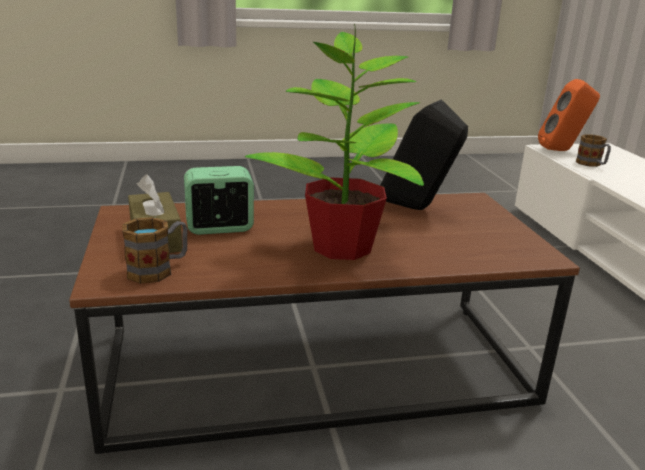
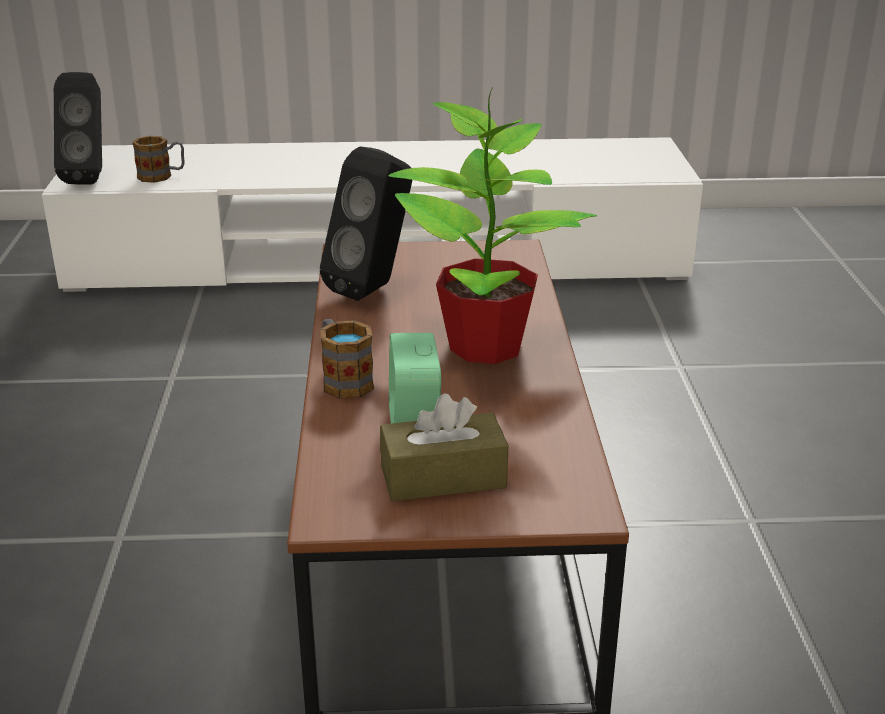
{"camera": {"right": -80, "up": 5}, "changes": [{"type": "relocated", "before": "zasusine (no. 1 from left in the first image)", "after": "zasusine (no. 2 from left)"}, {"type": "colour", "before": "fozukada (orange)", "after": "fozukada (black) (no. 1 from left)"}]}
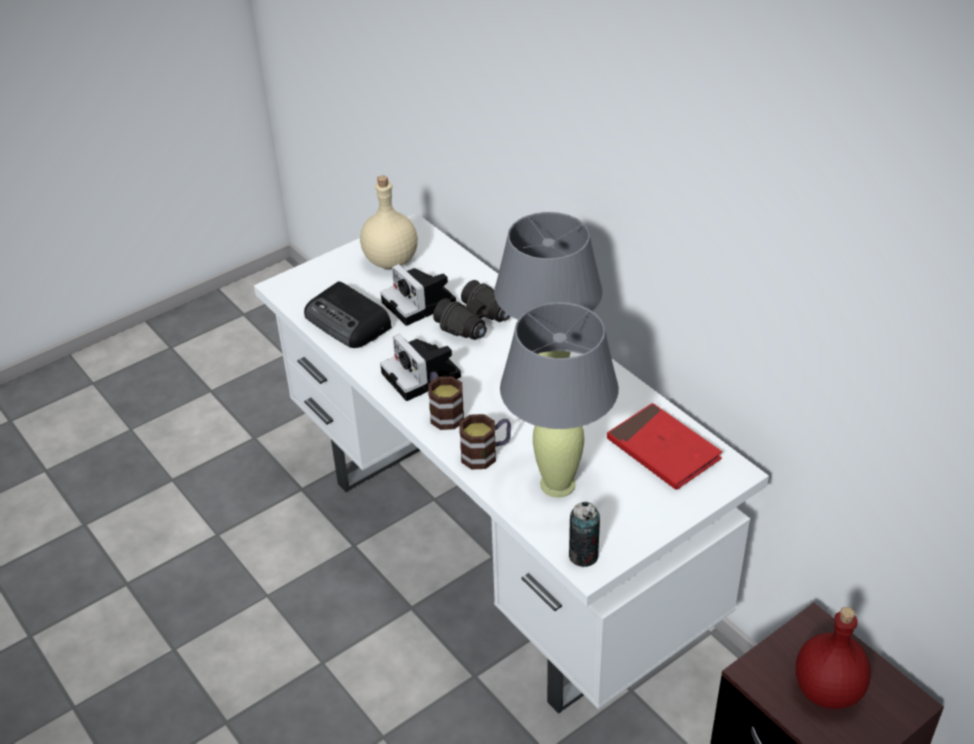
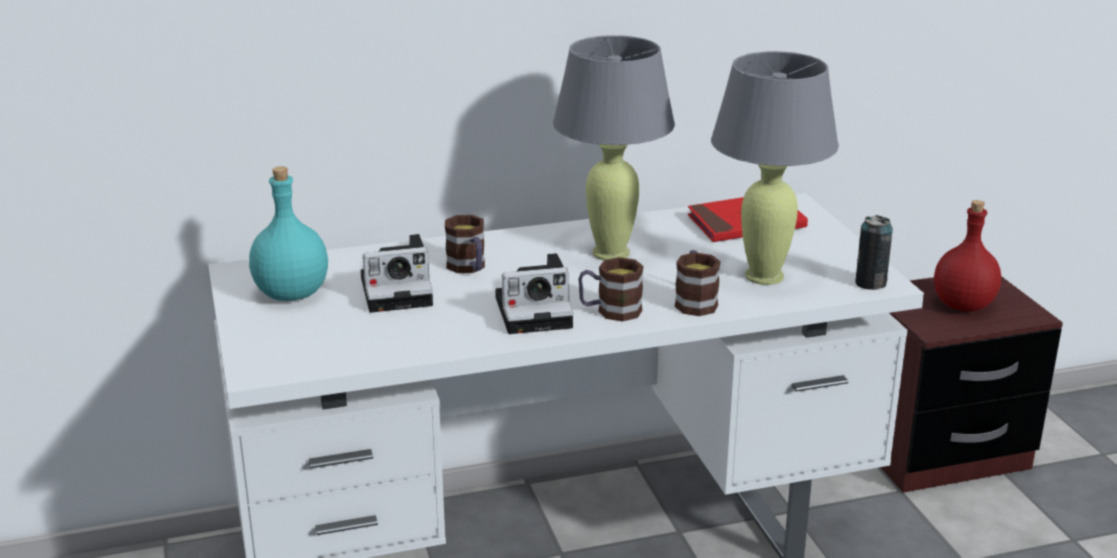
{"camera": {"right": -70, "up": -15}, "changes": [{"type": "missing", "before": "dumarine"}, {"type": "exchanged", "before": "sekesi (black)", "after": "zasusine (no. 1 from left)"}, {"type": "colour", "before": "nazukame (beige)", "after": "nazukame (turquoise)"}]}
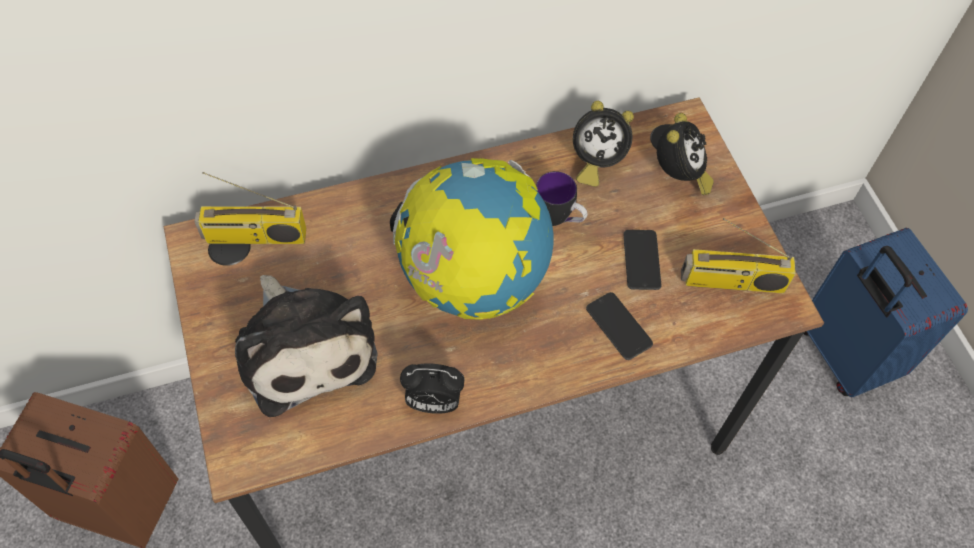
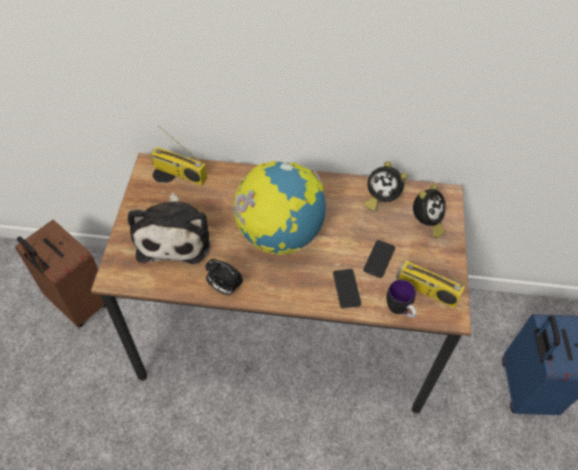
{"camera": {"right": 25, "up": -5}, "changes": [{"type": "relocated", "before": "zasusine"}]}
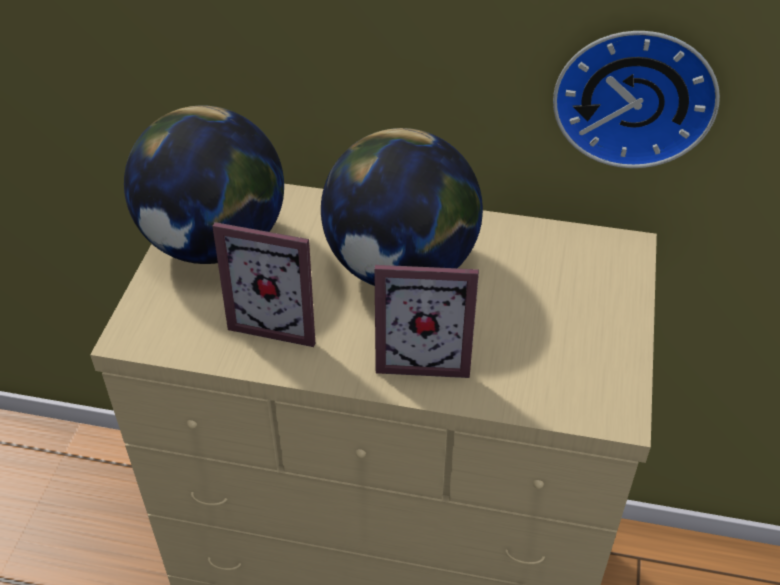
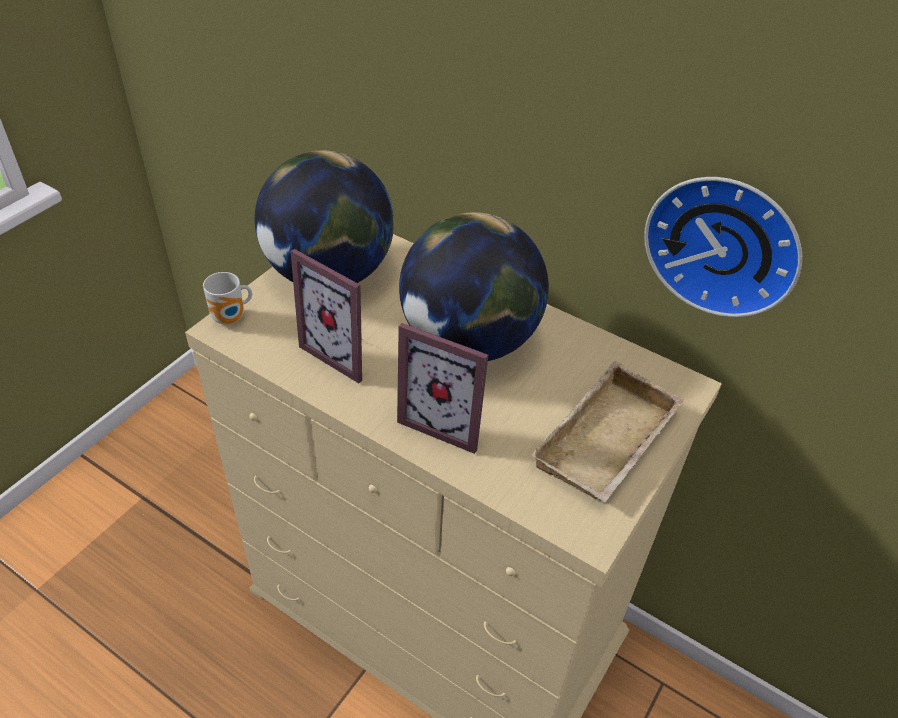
{"camera": {"right": 20, "up": 0}, "changes": [{"type": "appeared", "after": "zasusine"}, {"type": "appeared", "after": "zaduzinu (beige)"}]}
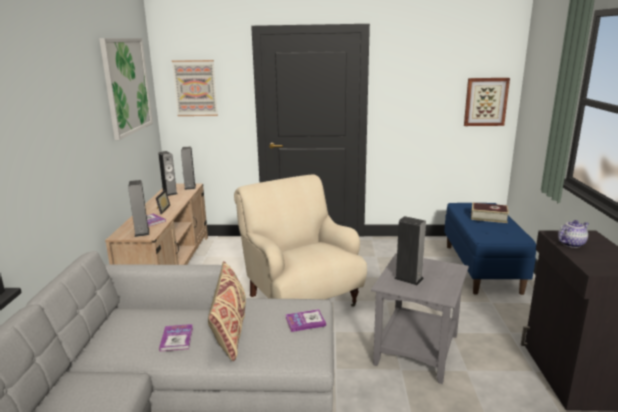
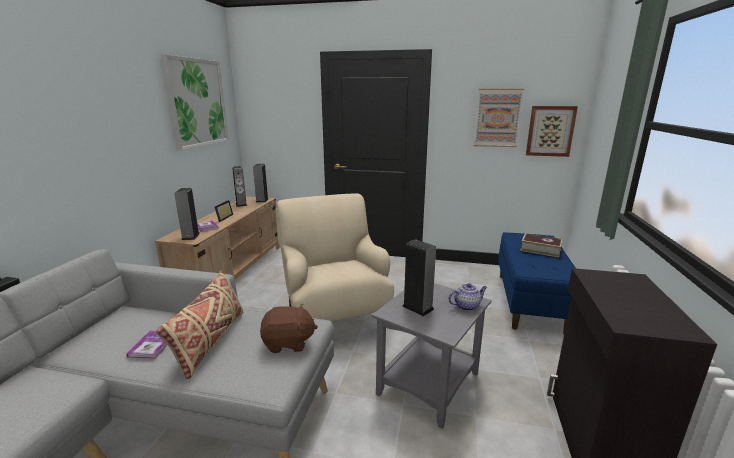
{"camera": {"right": 10, "up": 0}, "changes": [{"type": "relocated", "before": "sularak (no. 2 from left)"}, {"type": "relocated", "before": "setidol"}, {"type": "exchanged", "before": "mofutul (no. 3 from left)", "after": "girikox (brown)"}]}
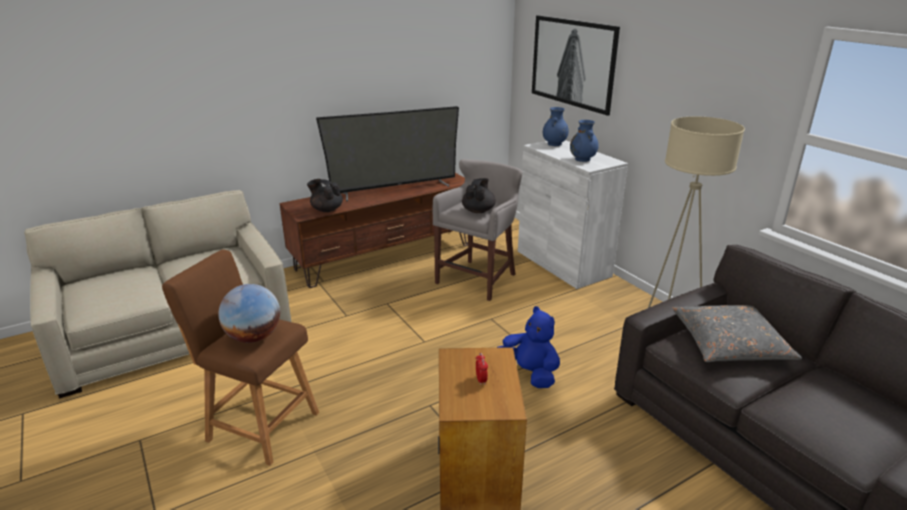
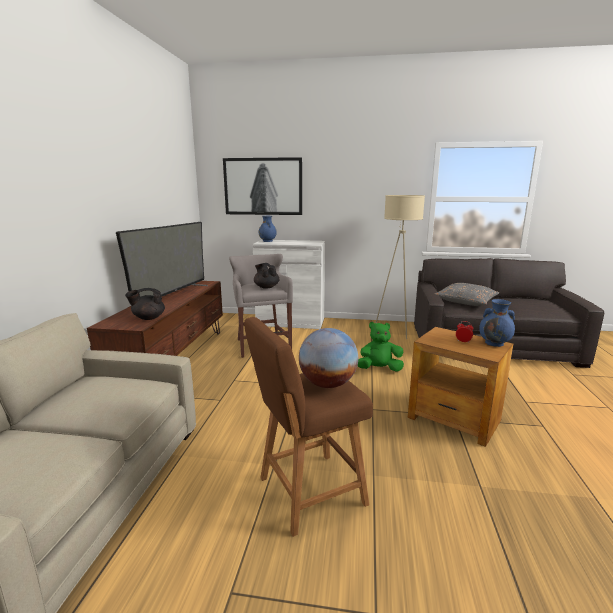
{"camera": {"right": -50, "up": -10}, "changes": [{"type": "relocated", "before": "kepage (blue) (no. 2 from left)"}, {"type": "colour", "before": "girikox (blue)", "after": "girikox (green)"}]}
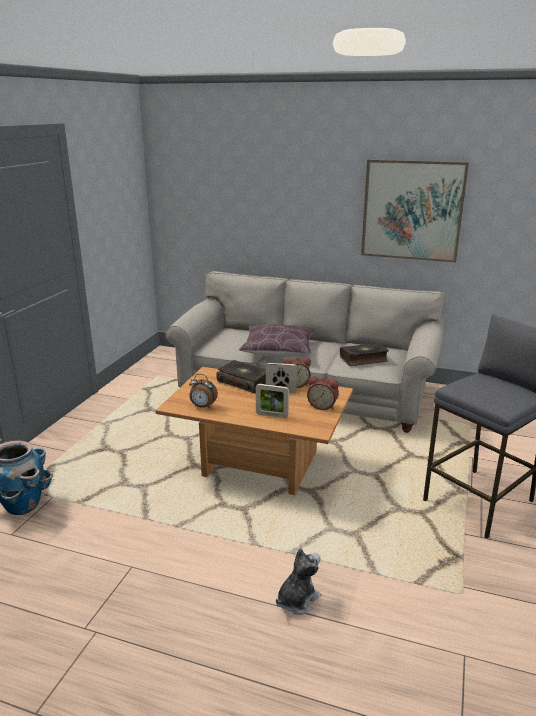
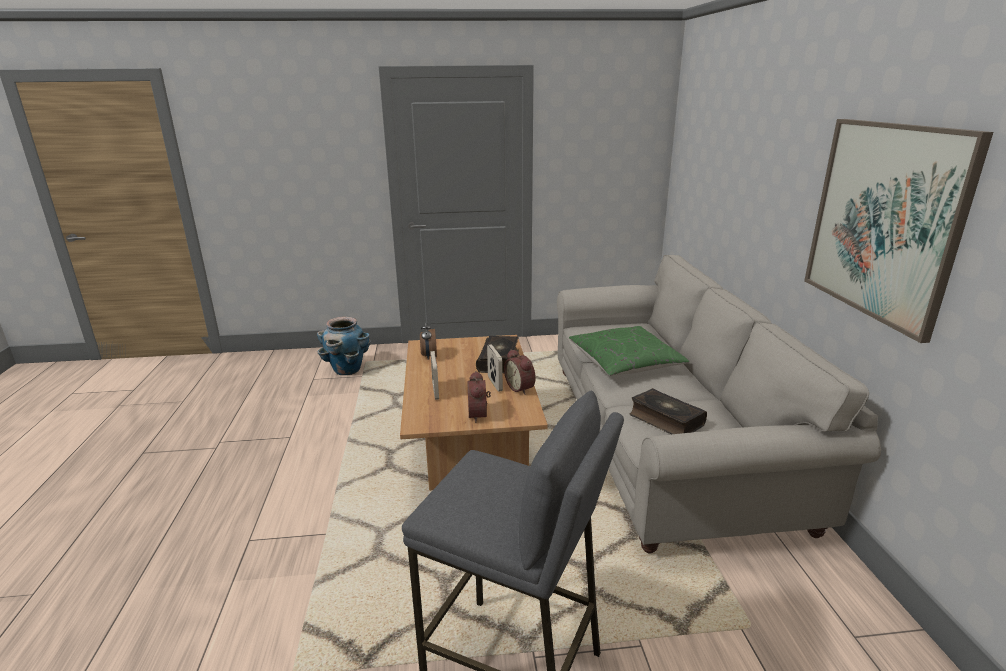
{"camera": {"right": 65, "up": 0}, "changes": [{"type": "missing", "before": "girikox"}, {"type": "colour", "before": "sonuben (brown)", "after": "sonuben (green)"}]}
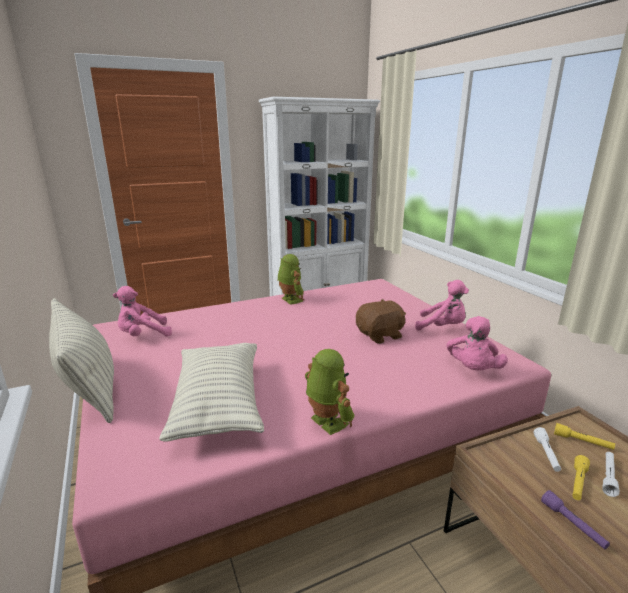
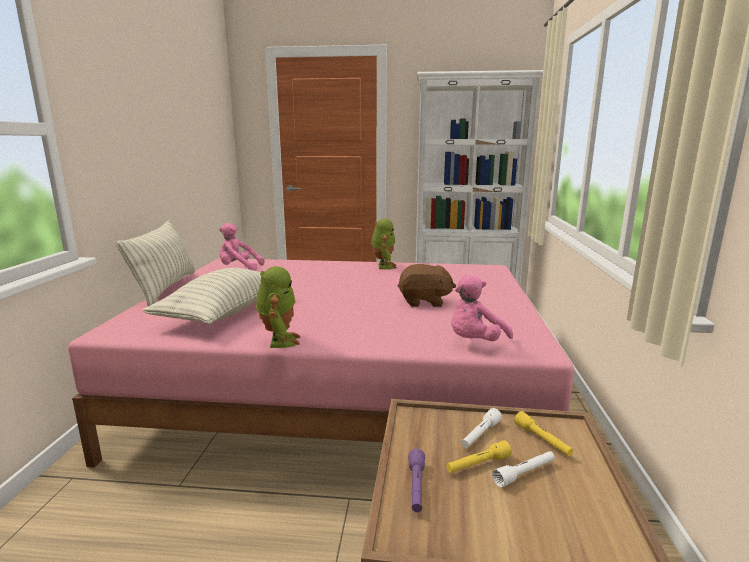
{"camera": {"right": 30, "up": -5}, "changes": [{"type": "missing", "before": "girikox (pink) (no. 2 from left)"}]}
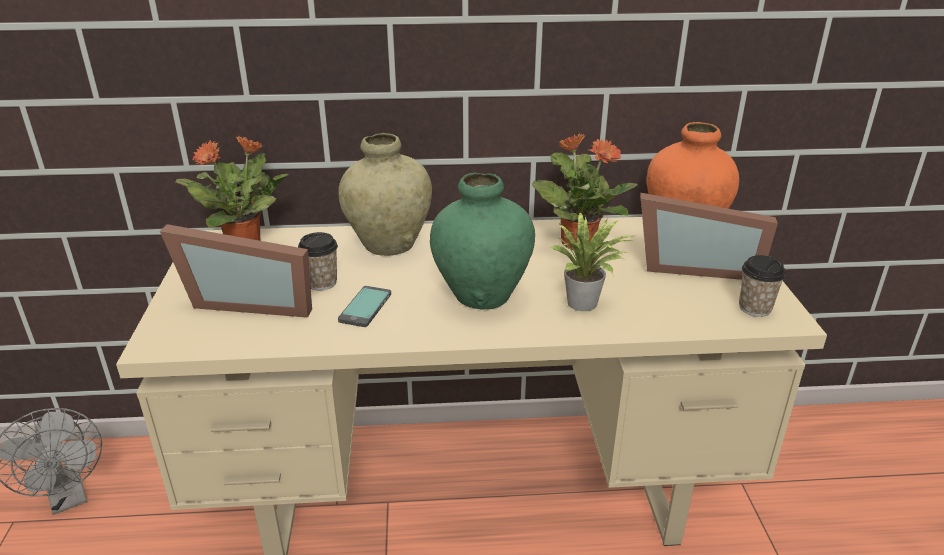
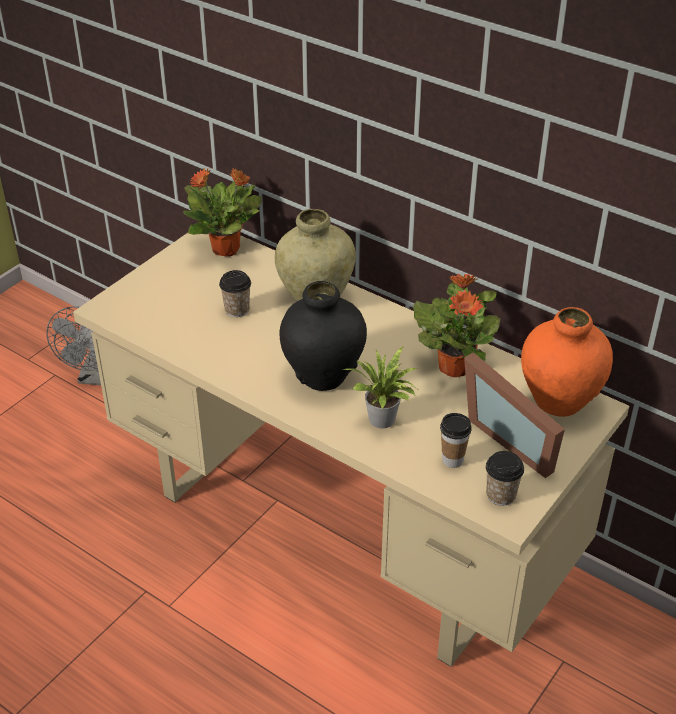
{"camera": {"right": 40, "up": 10}, "changes": [{"type": "missing", "before": "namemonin (no. 1 from left)"}, {"type": "missing", "before": "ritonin"}, {"type": "appeared", "after": "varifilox (no. 2 from left)"}, {"type": "colour", "before": "kepage (green)", "after": "kepage (black)"}]}
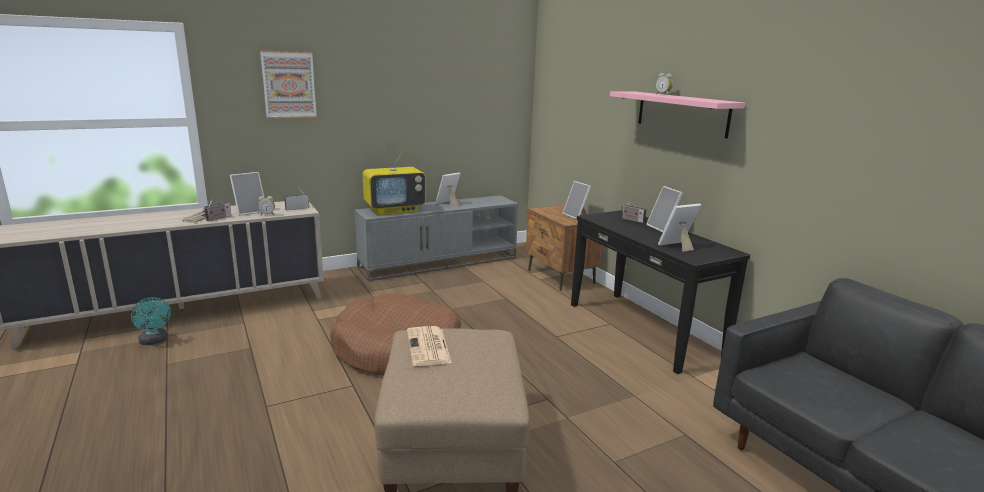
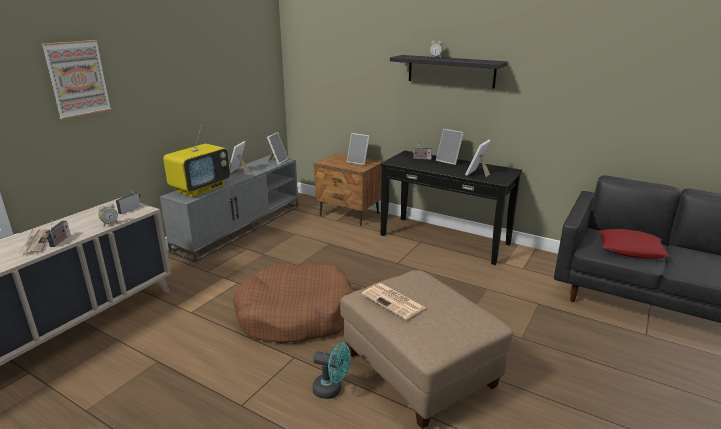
{"camera": {"right": -30, "up": 5}, "changes": [{"type": "appeared", "after": "sonuben (red)"}, {"type": "relocated", "before": "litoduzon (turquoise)"}, {"type": "relocated", "before": "namemonin (no. 1 from left in the first image)", "after": "namemonin (no. 2 from left)"}, {"type": "colour", "before": "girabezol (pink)", "after": "girabezol (black)"}]}
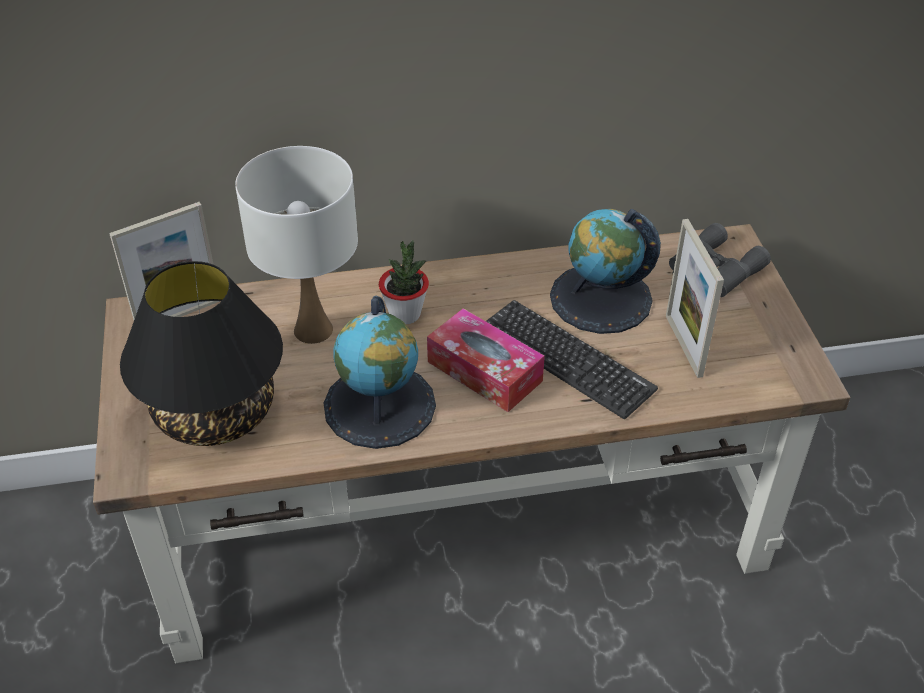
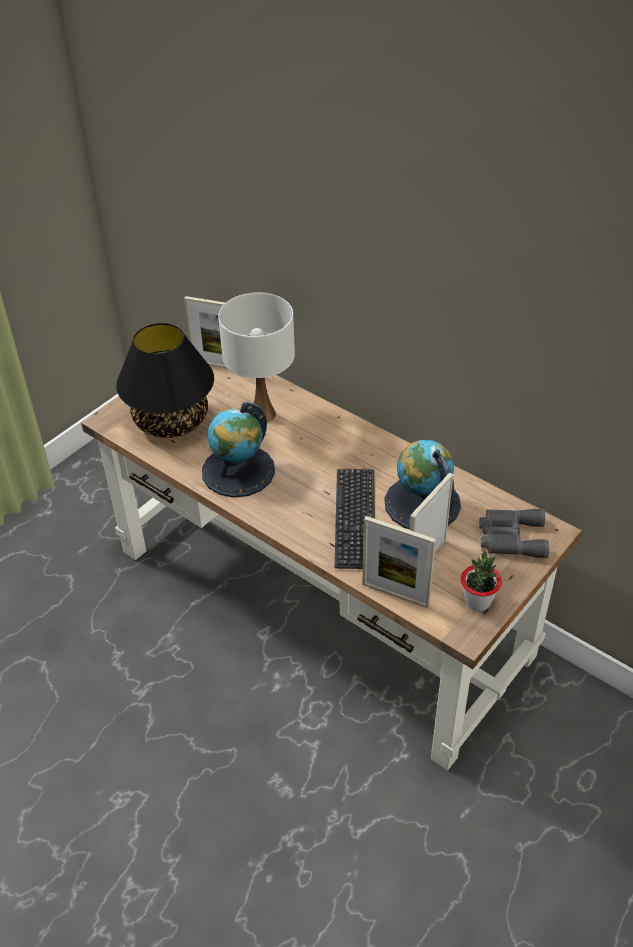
{"camera": {"right": 50, "up": 0}, "changes": [{"type": "missing", "before": "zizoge"}, {"type": "appeared", "after": "namemonin (no. 2 from left)"}, {"type": "relocated", "before": "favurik"}]}
